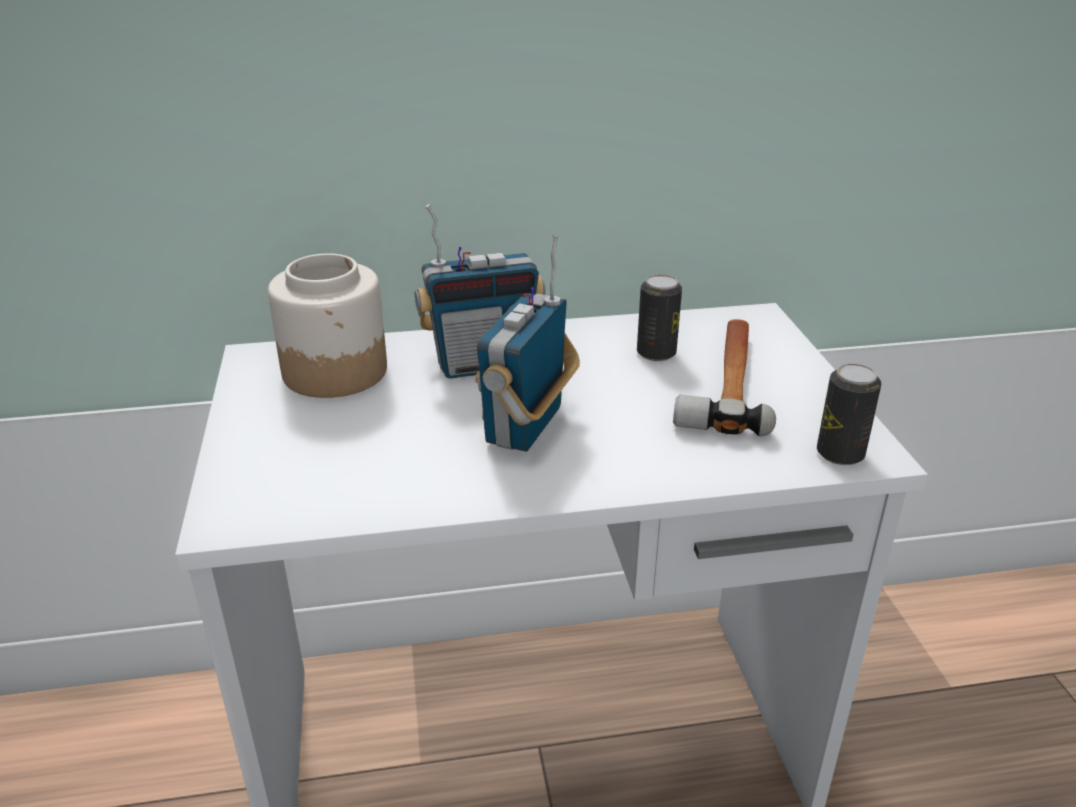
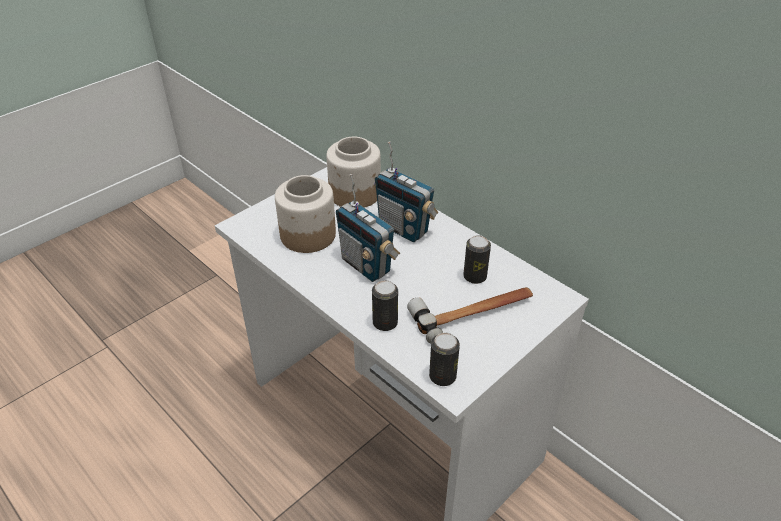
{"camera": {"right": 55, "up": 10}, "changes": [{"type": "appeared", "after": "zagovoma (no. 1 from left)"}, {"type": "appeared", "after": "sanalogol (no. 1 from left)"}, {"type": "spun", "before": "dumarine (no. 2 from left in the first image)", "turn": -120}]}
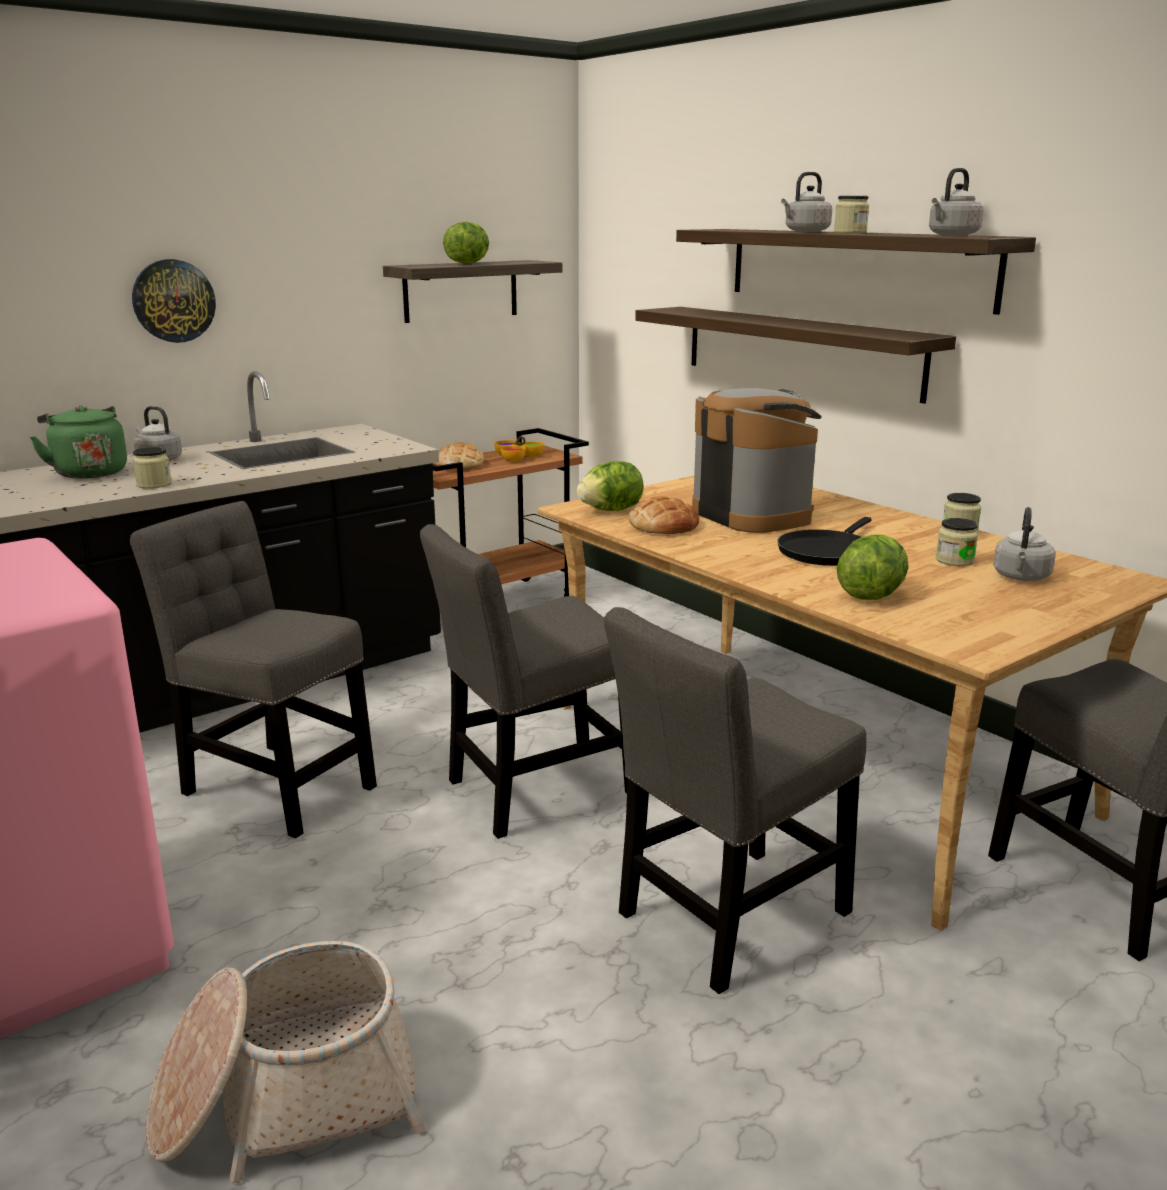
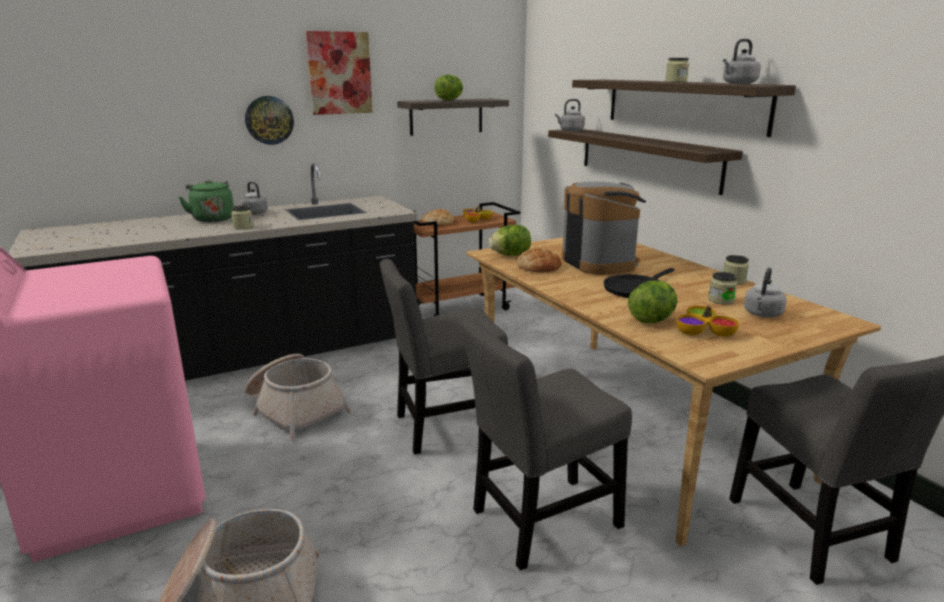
{"camera": {"right": 10, "up": 0}, "changes": [{"type": "appeared", "after": "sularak"}, {"type": "appeared", "after": "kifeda (no. 2 from left)"}, {"type": "relocated", "before": "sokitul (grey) (no. 2 from left)"}, {"type": "exchanged", "before": "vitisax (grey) (no. 1 from left)", "after": "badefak (no. 2 from left)"}]}
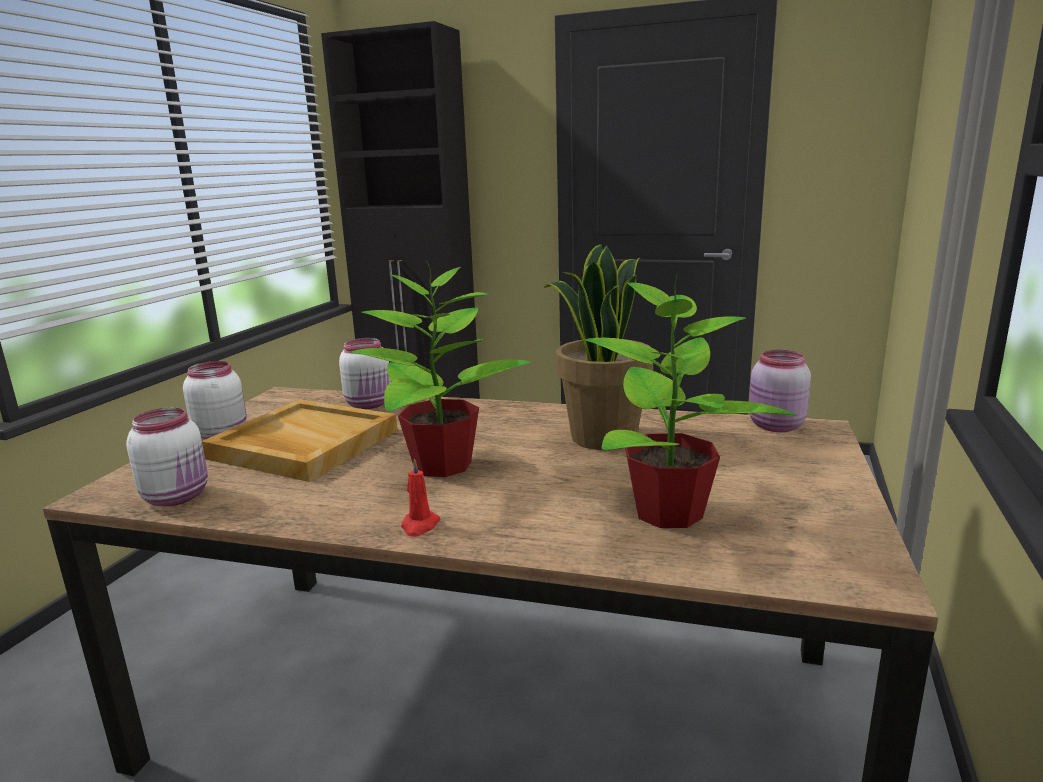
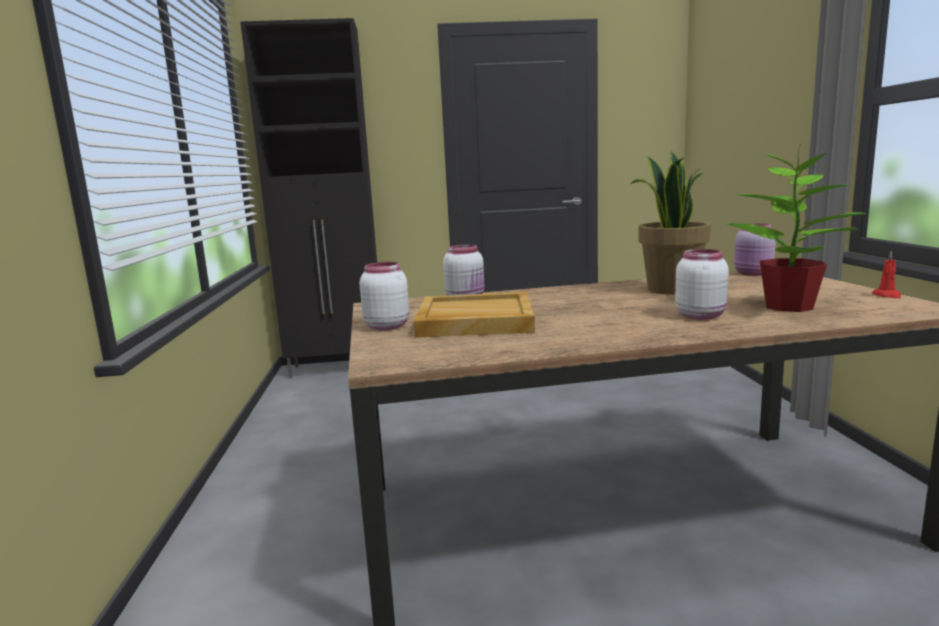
{"camera": {"right": -25, "up": -5}, "changes": [{"type": "missing", "before": "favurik (no. 1 from left)"}, {"type": "relocated", "before": "zagovoma (white) (no. 1 from left in the first image)", "after": "zagovoma (white) (no. 3 from left)"}, {"type": "relocated", "before": "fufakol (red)"}]}
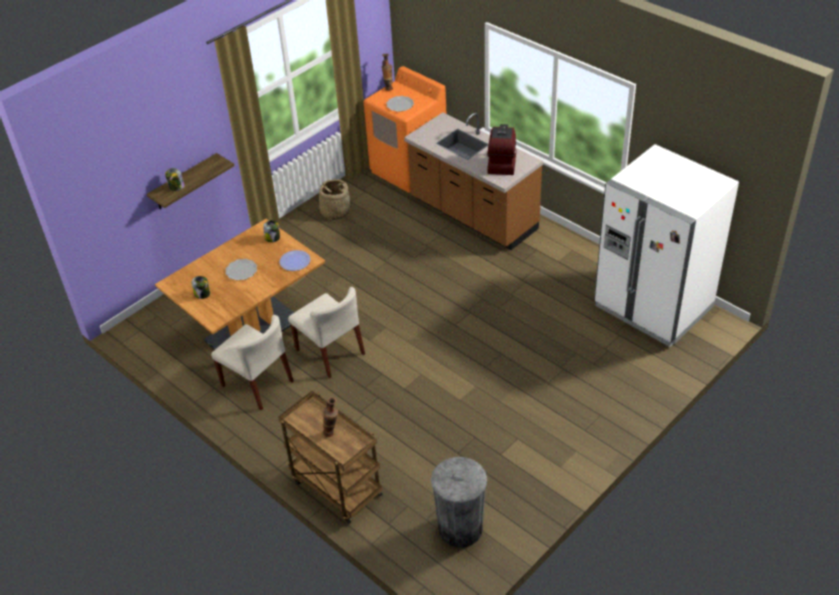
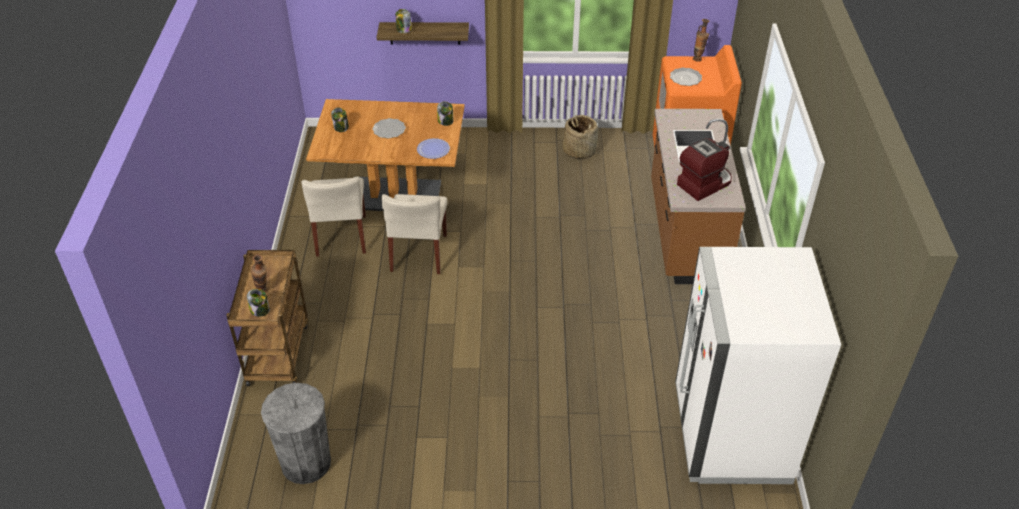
{"camera": {"right": 45, "up": 0}, "changes": [{"type": "appeared", "after": "zagovoma (no. 1 from left)"}]}
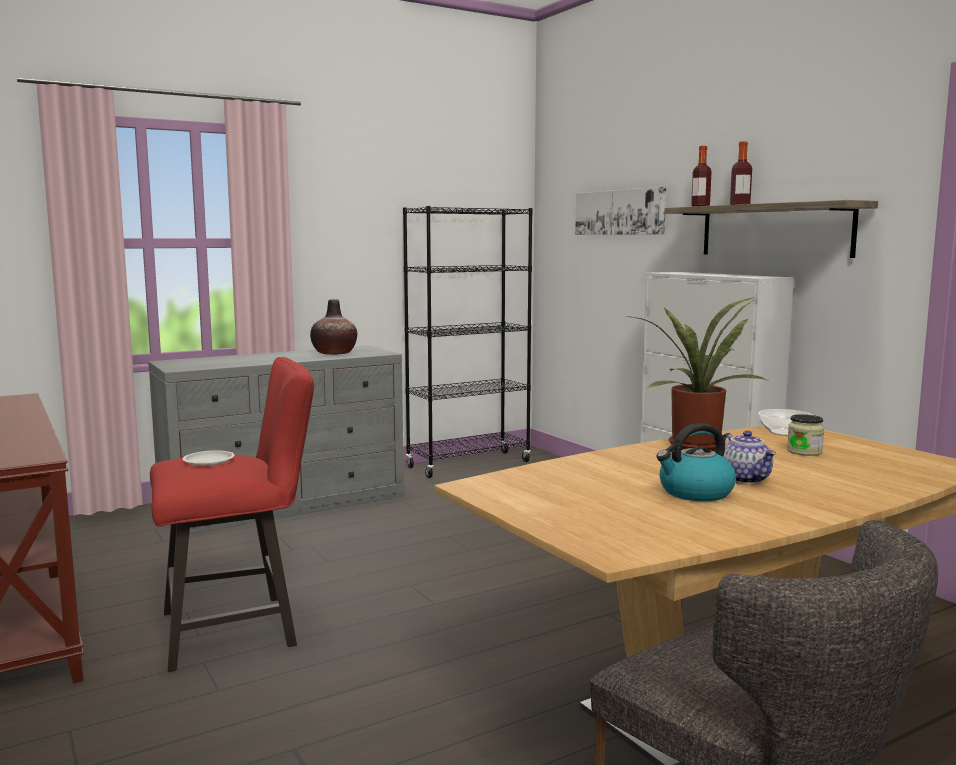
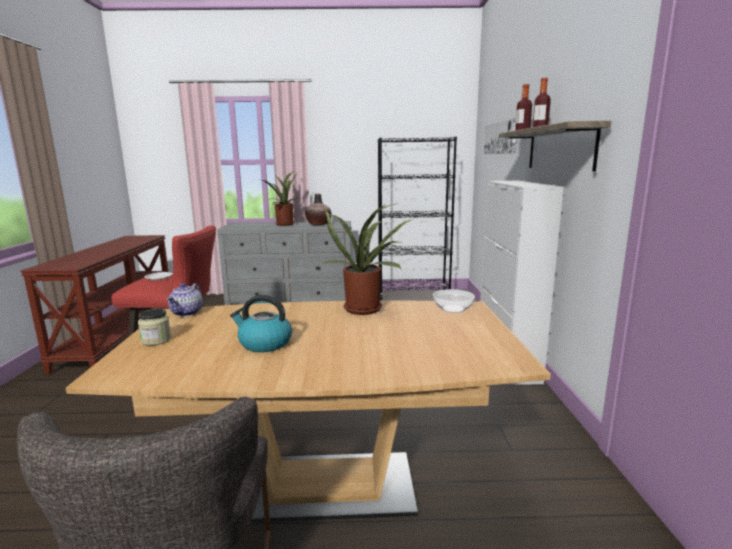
{"camera": {"right": 30, "up": 5}, "changes": [{"type": "appeared", "after": "favurik (no. 1 from left)"}, {"type": "relocated", "before": "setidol"}, {"type": "relocated", "before": "zagovoma"}]}
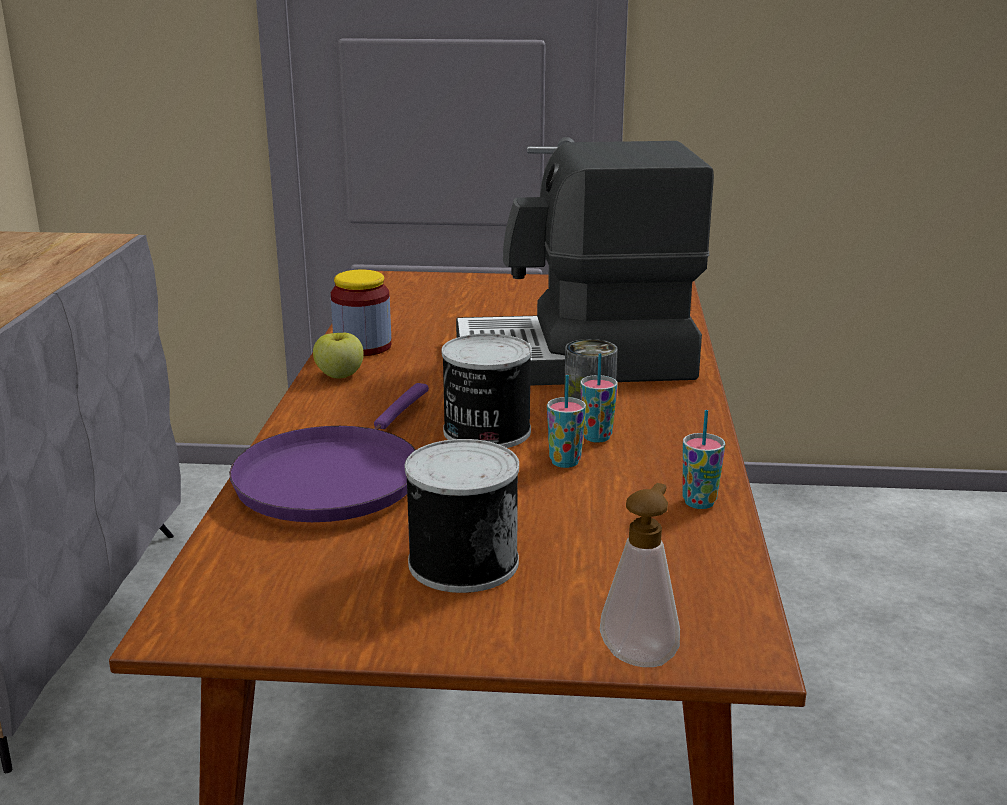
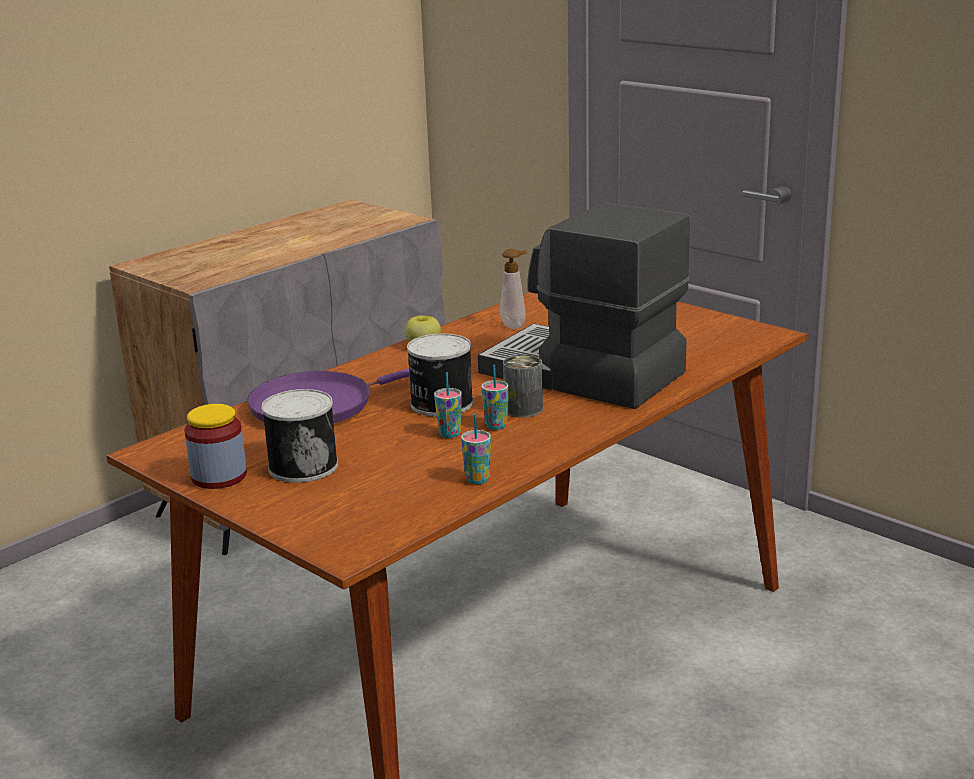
{"camera": {"right": 40, "up": 0}, "changes": [{"type": "relocated", "before": "zagovoma"}, {"type": "relocated", "before": "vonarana"}]}
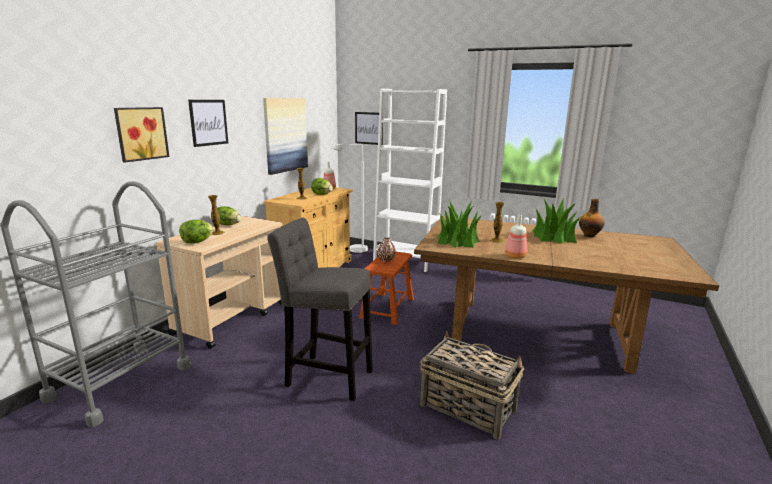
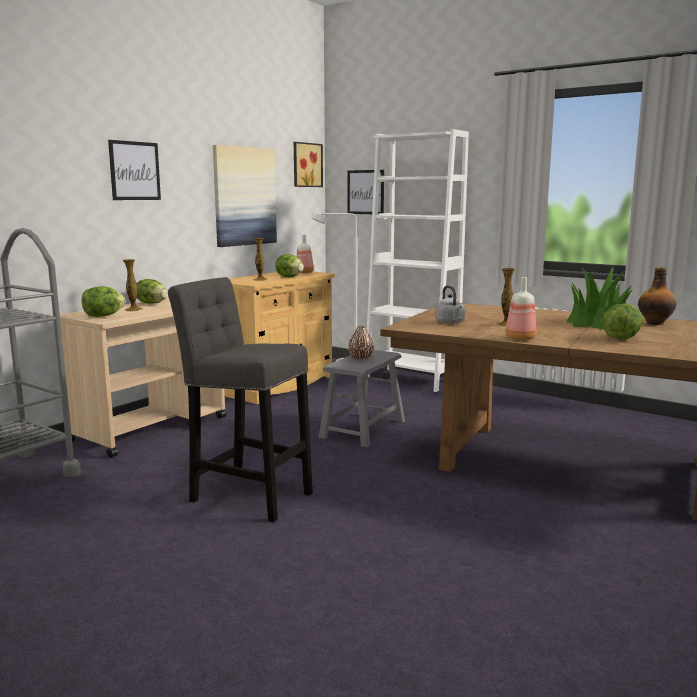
{"camera": {"right": 10, "up": -5}, "changes": [{"type": "missing", "before": "badefak"}, {"type": "appeared", "after": "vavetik (no. 4 from left)"}, {"type": "relocated", "before": "sularak (no. 1 from left in the first image)", "after": "sularak (no. 3 from left)"}, {"type": "exchanged", "before": "favurik (no. 1 from left)", "after": "sokitul (grey)"}, {"type": "colour", "before": "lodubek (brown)", "after": "lodubek (grey) (no. 2 from left)"}]}
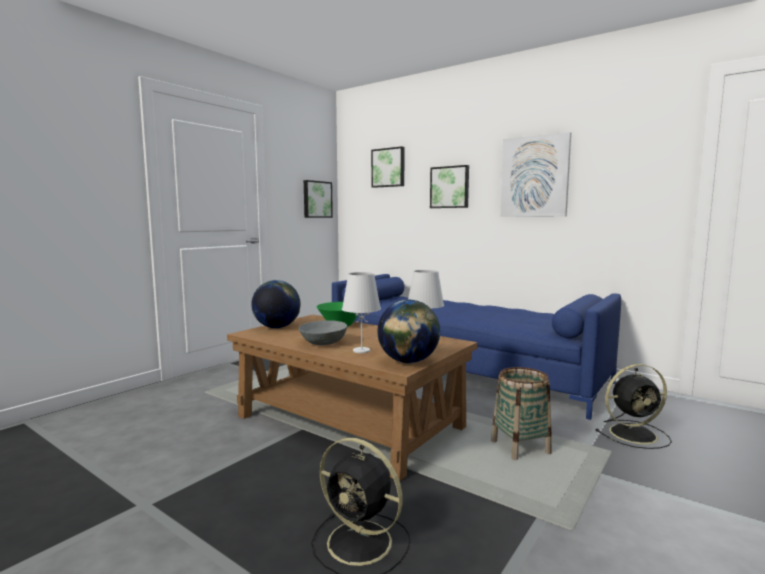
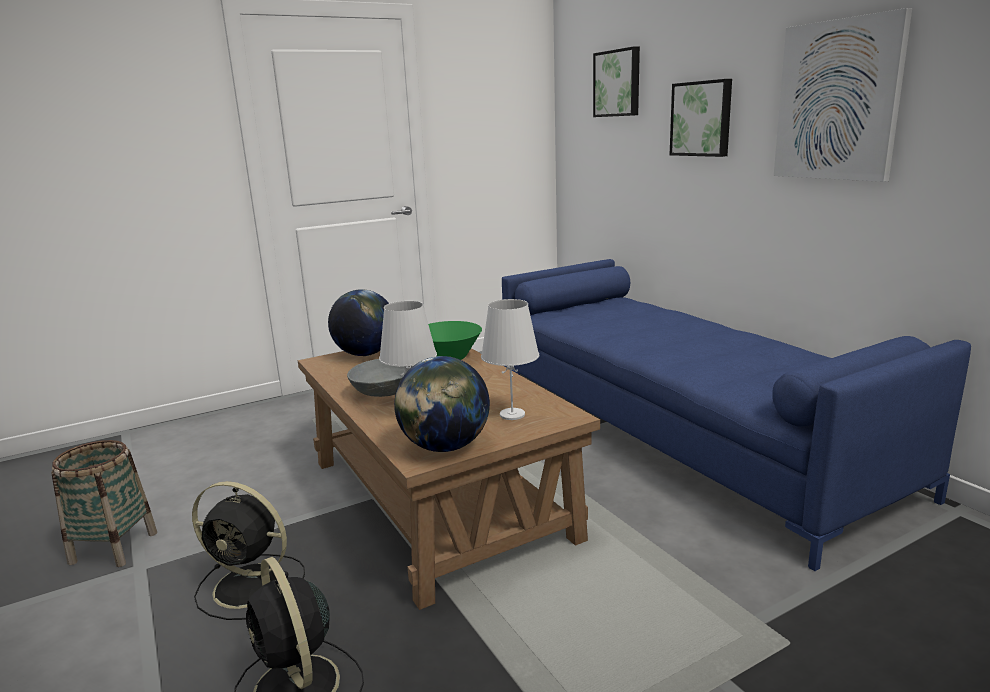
{"camera": {"right": 25, "up": 10}, "changes": [{"type": "missing", "before": "sularak (no. 1 from left)"}, {"type": "relocated", "before": "badefak"}, {"type": "relocated", "before": "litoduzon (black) (no. 2 from left in the first image)", "after": "litoduzon (black) (no. 1 from left)"}]}
